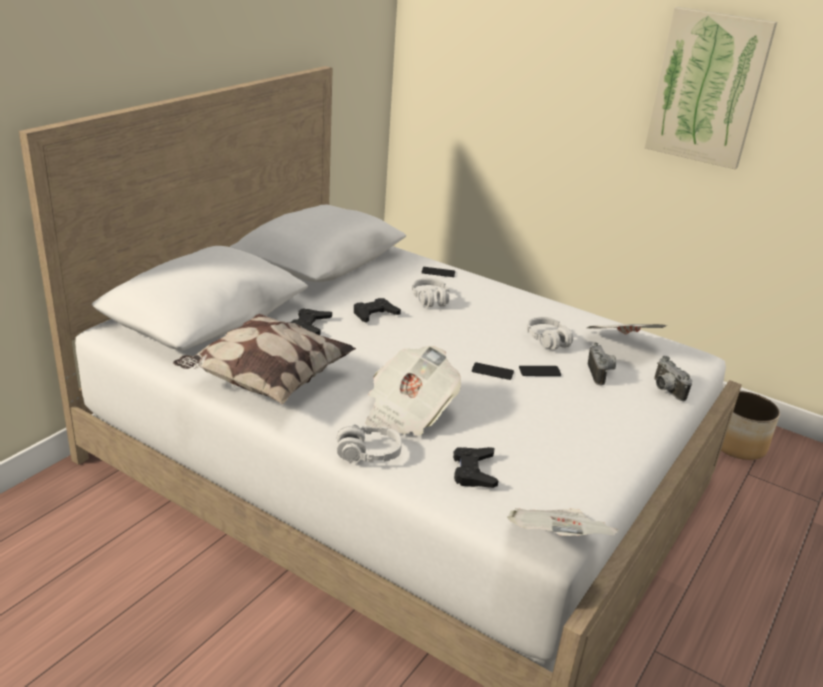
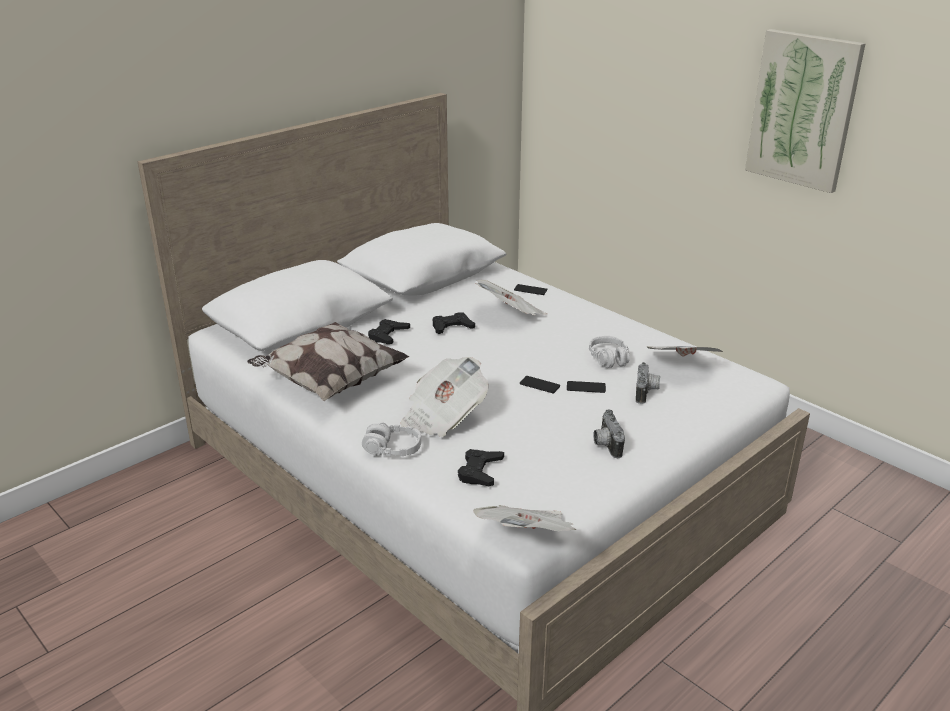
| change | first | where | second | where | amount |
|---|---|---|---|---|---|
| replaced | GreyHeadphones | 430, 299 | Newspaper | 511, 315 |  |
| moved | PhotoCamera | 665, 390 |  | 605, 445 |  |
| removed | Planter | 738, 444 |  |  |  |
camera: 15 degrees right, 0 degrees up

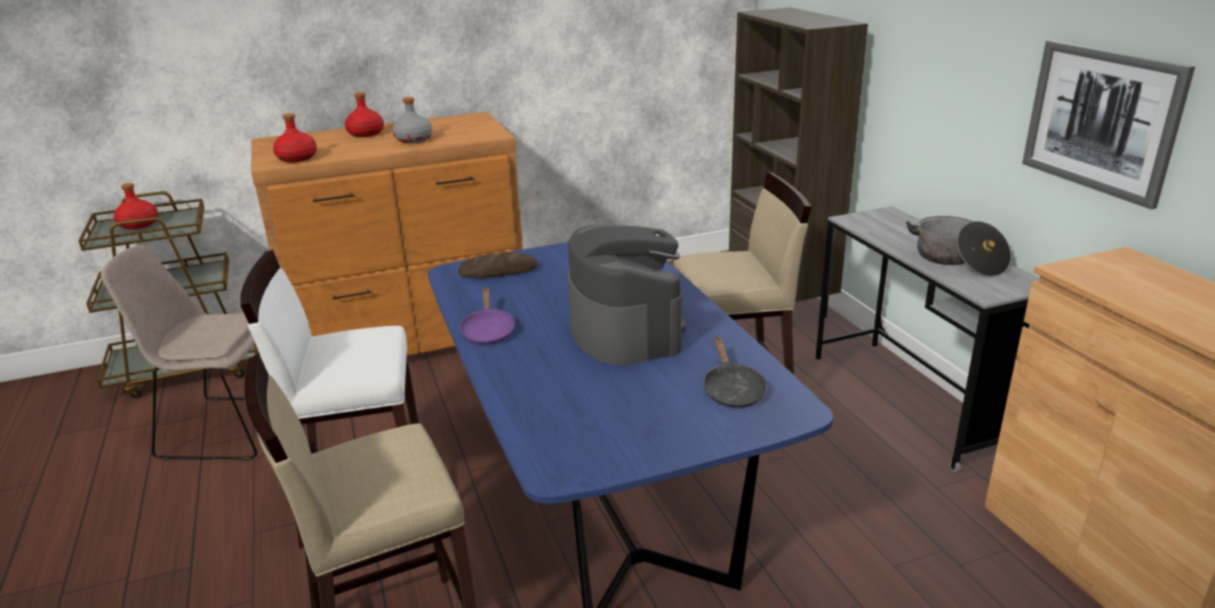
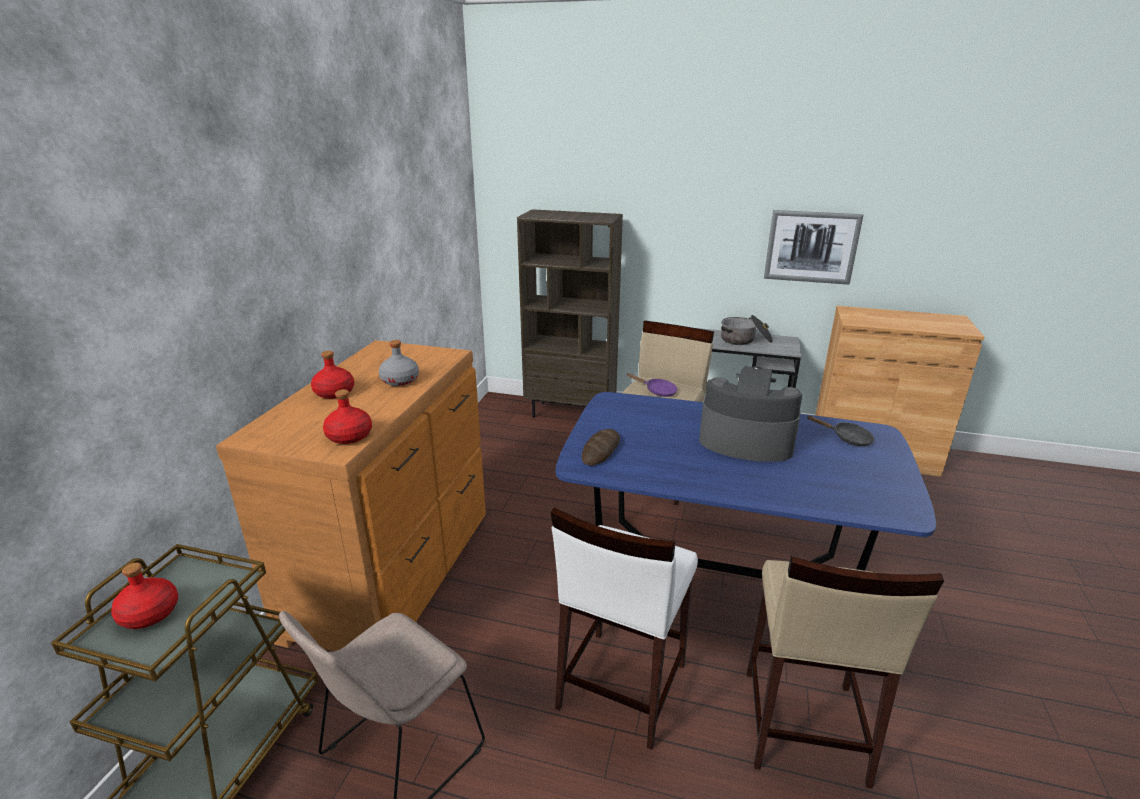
| change | first | where | second | where | amount |
|---|---|---|---|---|---|
| moved | PurpleFryingPan | 488, 331 |  | 657, 391 |  |
camera: 55 degrees left, 0 degrees up

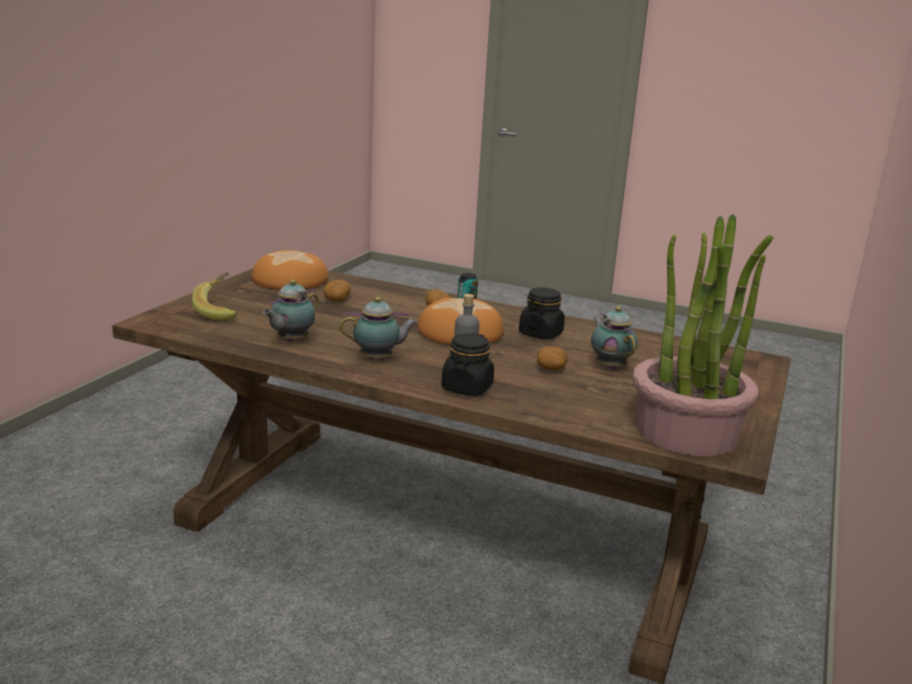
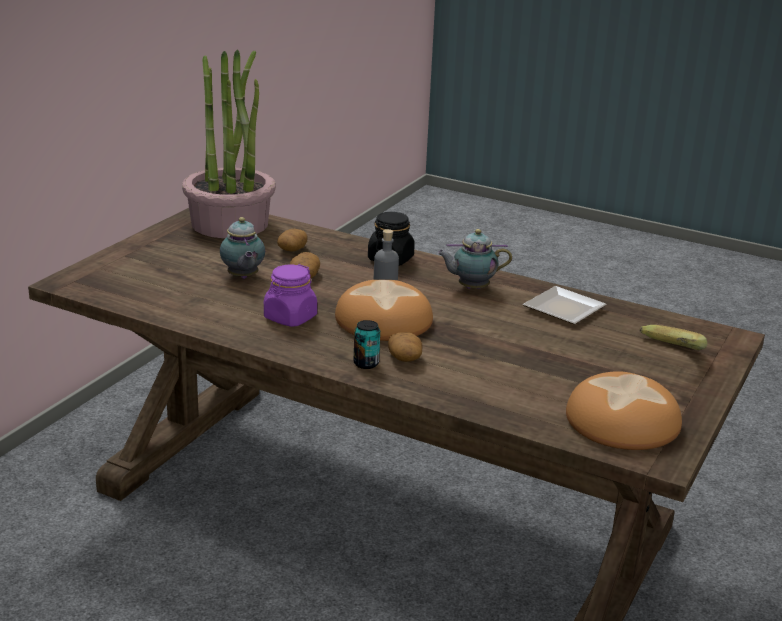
| change | first | where | second | where | amount |
|---|---|---|---|---|---|
| replaced | Teapot | 291, 340 | Plate | 564, 311 |  |
| moved | Potato | 337, 299 |  | 292, 249 |  |
| recoloured | BlackJar | 540, 333 | PurpleJar | 290, 318 |  |
camera: 175 degrees left, 5 degrees up

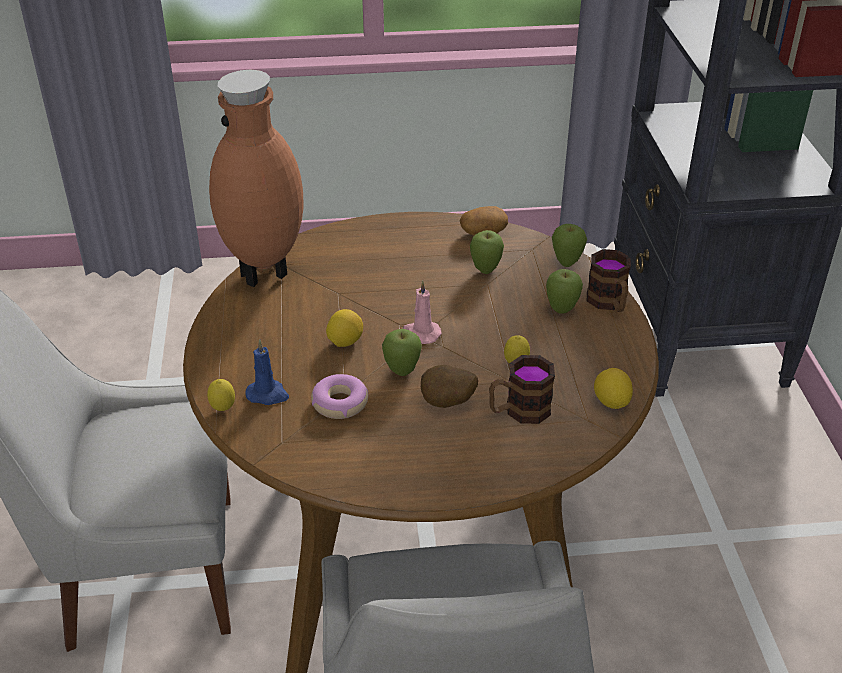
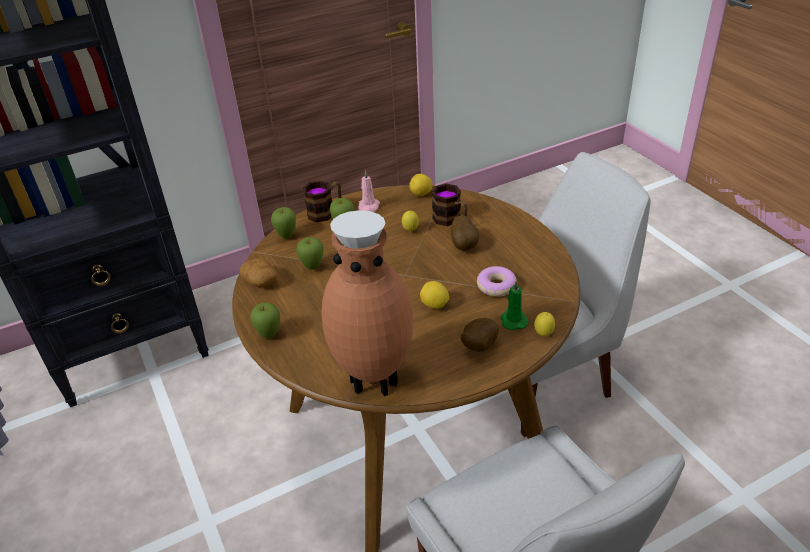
| change | first | where | second | where | amount |
|---|---|---|---|---|---|
| recoloured | BlueCandle | 268, 394 | GreenCandle | 513, 320 |  |
| moved | Apple | 402, 373 |  | 269, 335 |  |
| moved | PinkCandle | 421, 333 |  | 368, 207 |  |
| added |  |  | Potato | 478, 347 |  |
camera: 110 degrees left, 0 degrees up

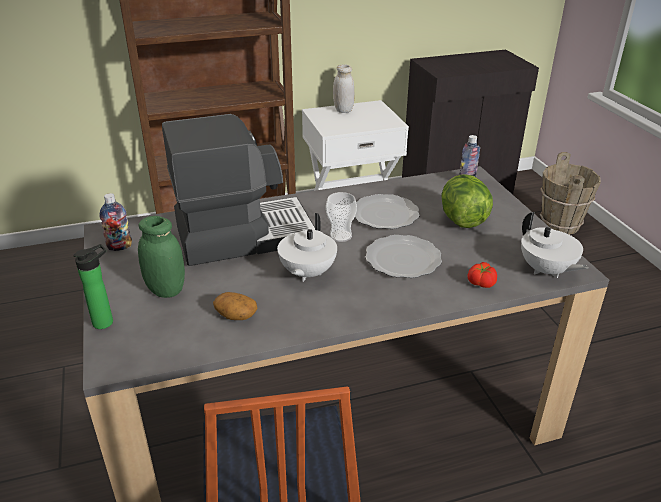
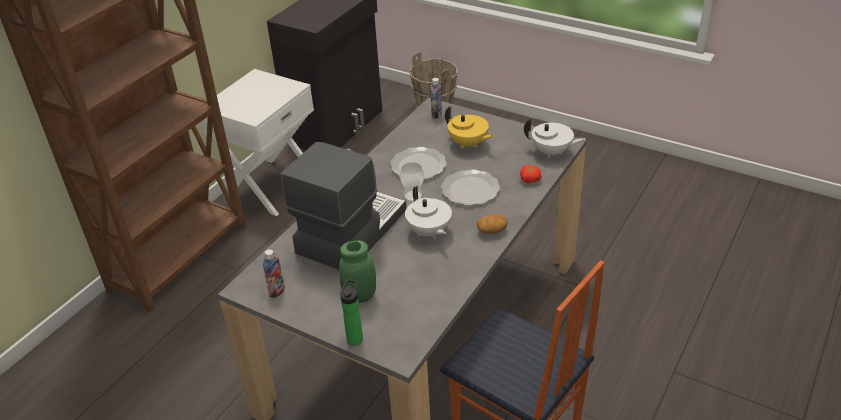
| change | first | where | second | where | amount |
|---|---|---|---|---|---|
| moved | Potato | 235, 315 |  | 492, 230 |  |
| removed | WhiteJar | 343, 110 |  |  |  |
| replaced | Lettuce | 462, 219 | YellowTeapot | 468, 144 |  |
camera: 40 degrees left, 5 degrees up

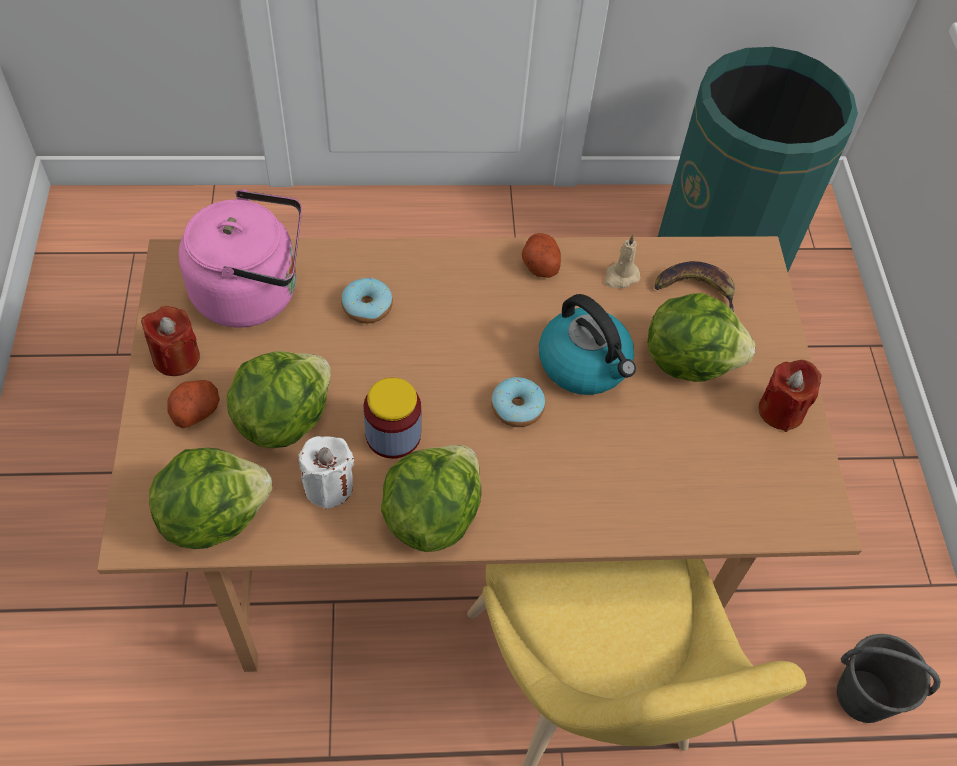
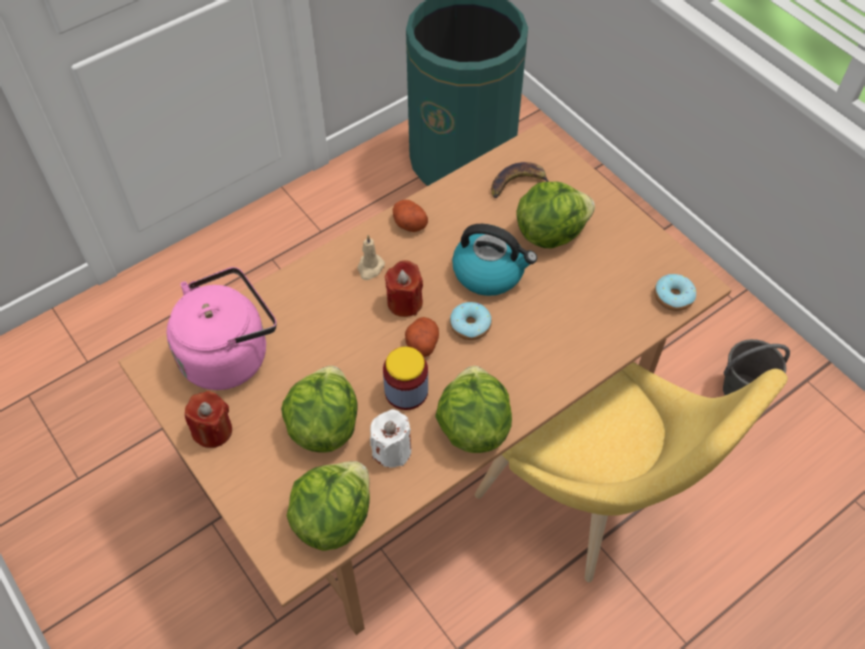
| change | first | where | second | where | amount |
|---|---|---|---|---|---|
| moved | Potato | 195, 410 |  | 421, 343 |  |
| moved | Donut | 367, 307 |  | 673, 297 |  |
| moved | BeigeCandle | 620, 277 |  | 370, 268 |  |
| moved | RedCandle | 781, 411 |  | 404, 302 |  |
camera: 30 degrees left, 0 degrees up

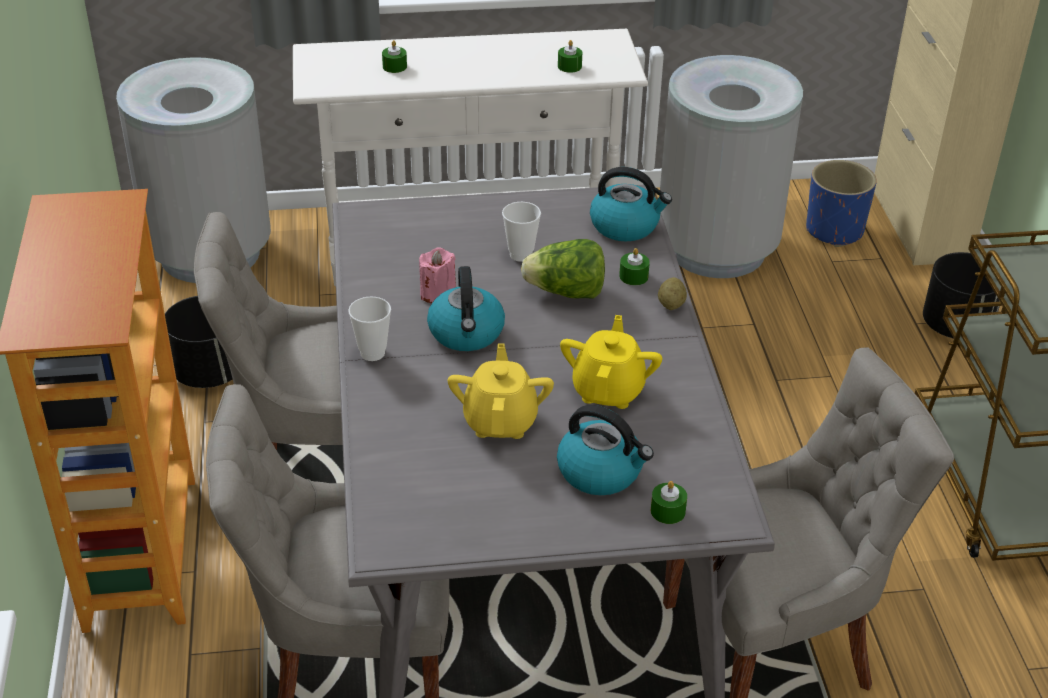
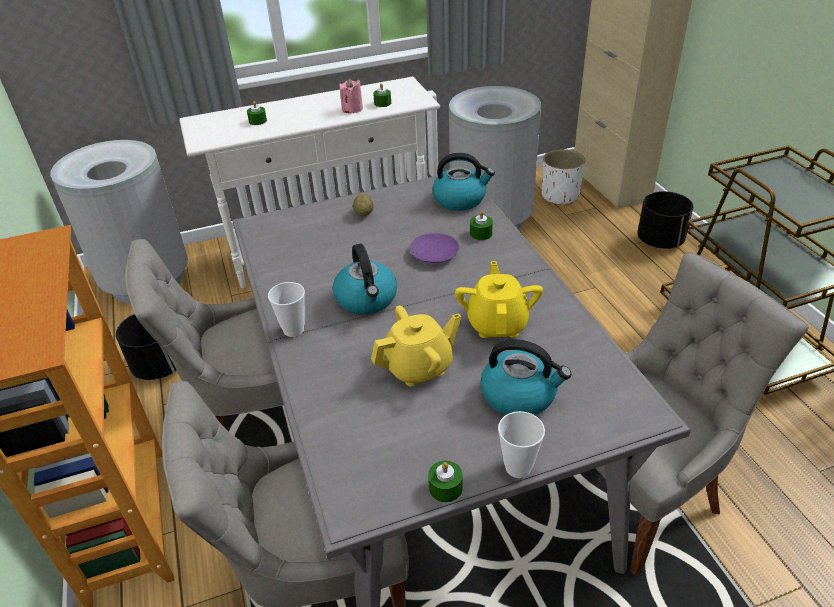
| change | first | where | second | where | amount |
|---|---|---|---|---|---|
| moved | PinkCandle | 438, 294 |  | 352, 109 |  |
| turned | YellowTeapot | 500, 421 |  | 419, 367 | 75 degrees clockwise |
| moved | Cup | 520, 255 |  | 518, 467 |  |
| replaced | Lettuce | 566, 292 | PurplePlate | 434, 254 |  |
| moved | GreenCandle | 667, 511 |  | 445, 488 |  |
| moved | Potato | 671, 305 |  | 364, 213 |  |
| recoloured | BluePlanter | 835, 231 | WhitePlanter | 560, 196 |  |
camera: 10 degrees left, 0 degrees up

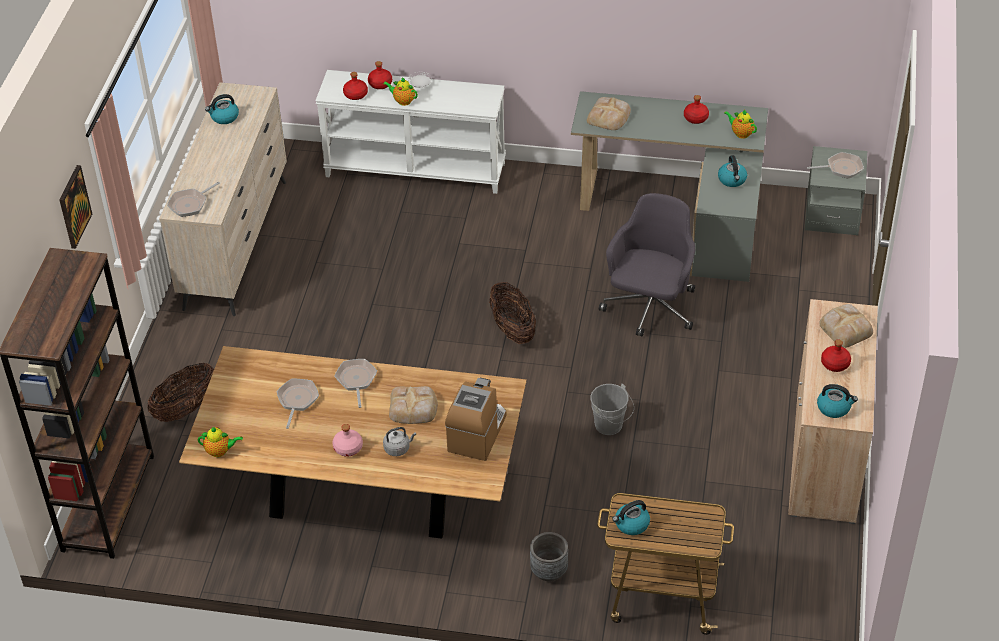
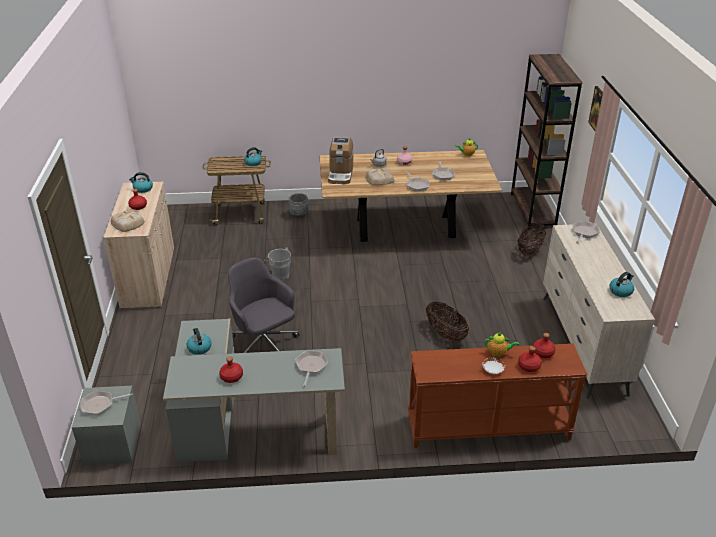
| change | first | where | second | where | amount |
|---|---|---|---|---|---|
| recoloured | WhiteConsoleTable | 416, 169 | BrownConsoleTable | 488, 428 |  |
| moved | Basket | 512, 329 |  | 445, 333 |  |
| replaced | Bread | 609, 116 | FryingPan | 311, 367 |  |
| turned | GreyOfficeChair | 650, 308 |  | 264, 344 | 135 degrees clockwise |
| removed | Teapot | 740, 133 |  |  |  |
camera: 165 degrees right, 10 degrees down

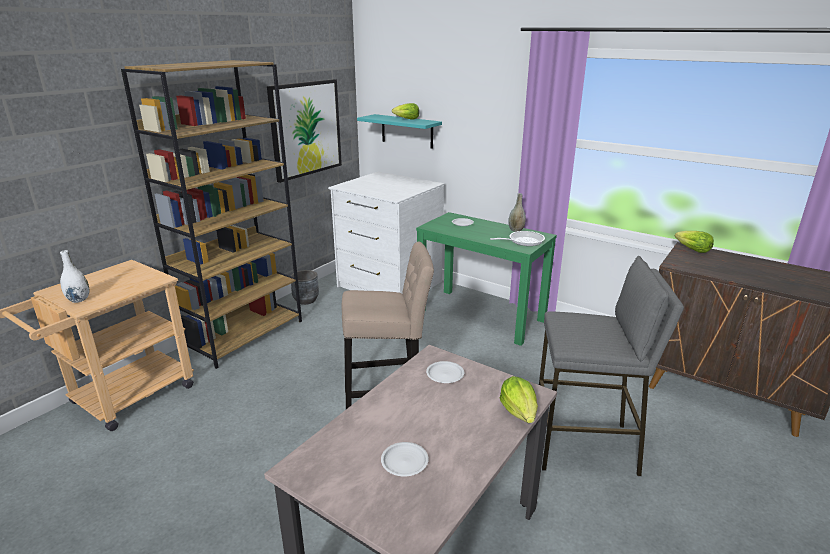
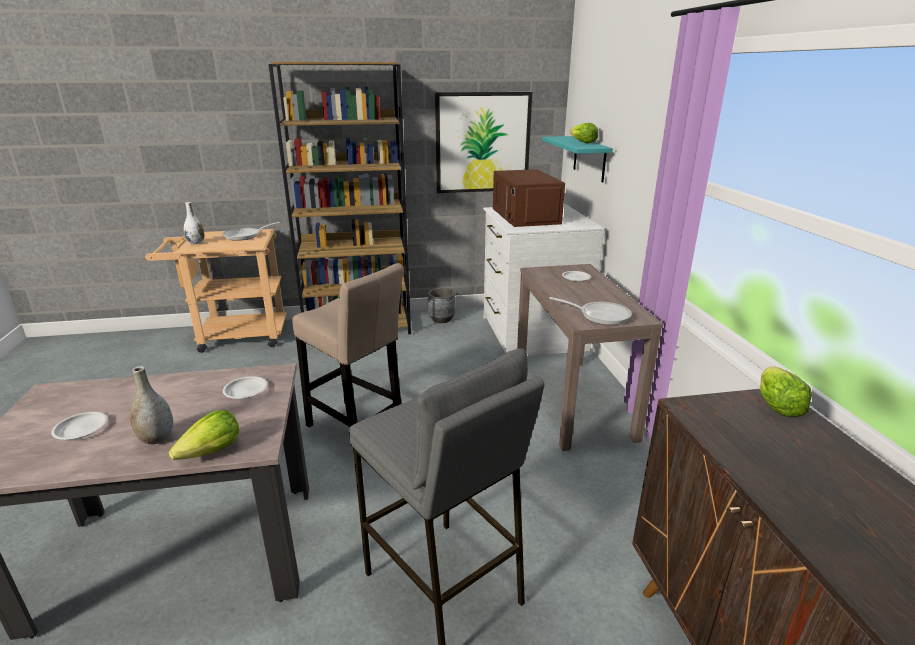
| change | first | where | second | where | amount |
|---|---|---|---|---|---|
| recoloured | GreenConsoleTable | 481, 315 | BrownConsoleTable | 572, 400 |  |
| moved | GreyVase | 516, 230 |  | 157, 438 |  |
| added |  |  | FryingPan | 245, 236 |  |
| added |  |  | BrownMicrowave | 525, 216 |  |
camera: 45 degrees right, 0 degrees up

